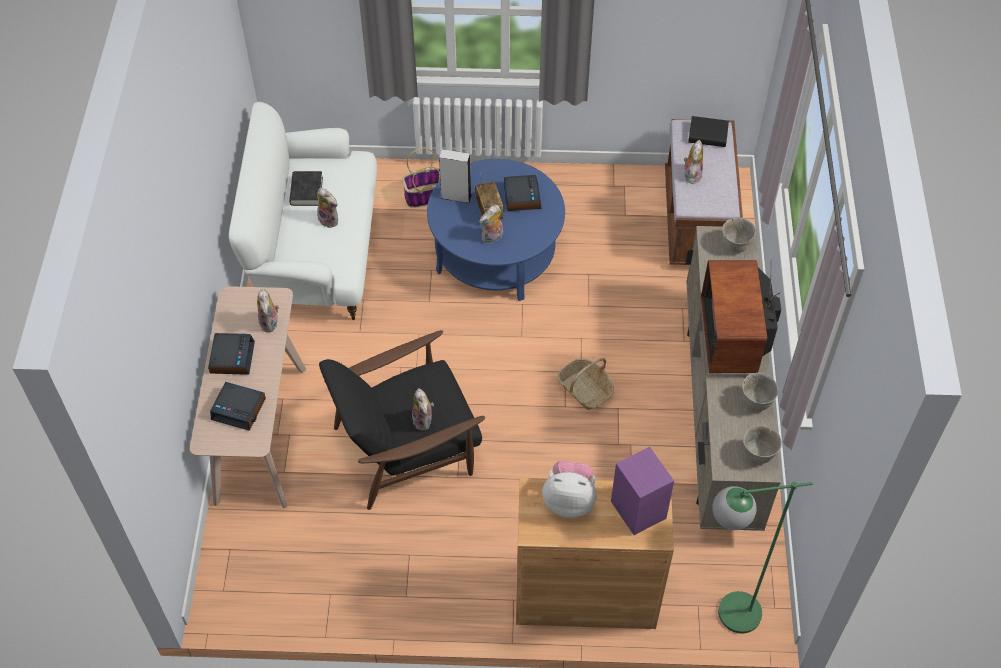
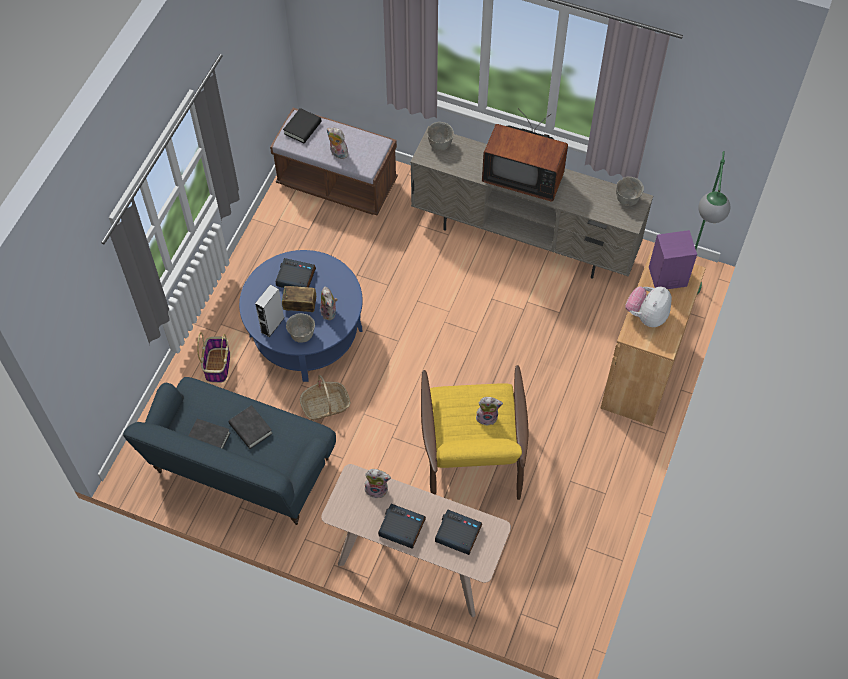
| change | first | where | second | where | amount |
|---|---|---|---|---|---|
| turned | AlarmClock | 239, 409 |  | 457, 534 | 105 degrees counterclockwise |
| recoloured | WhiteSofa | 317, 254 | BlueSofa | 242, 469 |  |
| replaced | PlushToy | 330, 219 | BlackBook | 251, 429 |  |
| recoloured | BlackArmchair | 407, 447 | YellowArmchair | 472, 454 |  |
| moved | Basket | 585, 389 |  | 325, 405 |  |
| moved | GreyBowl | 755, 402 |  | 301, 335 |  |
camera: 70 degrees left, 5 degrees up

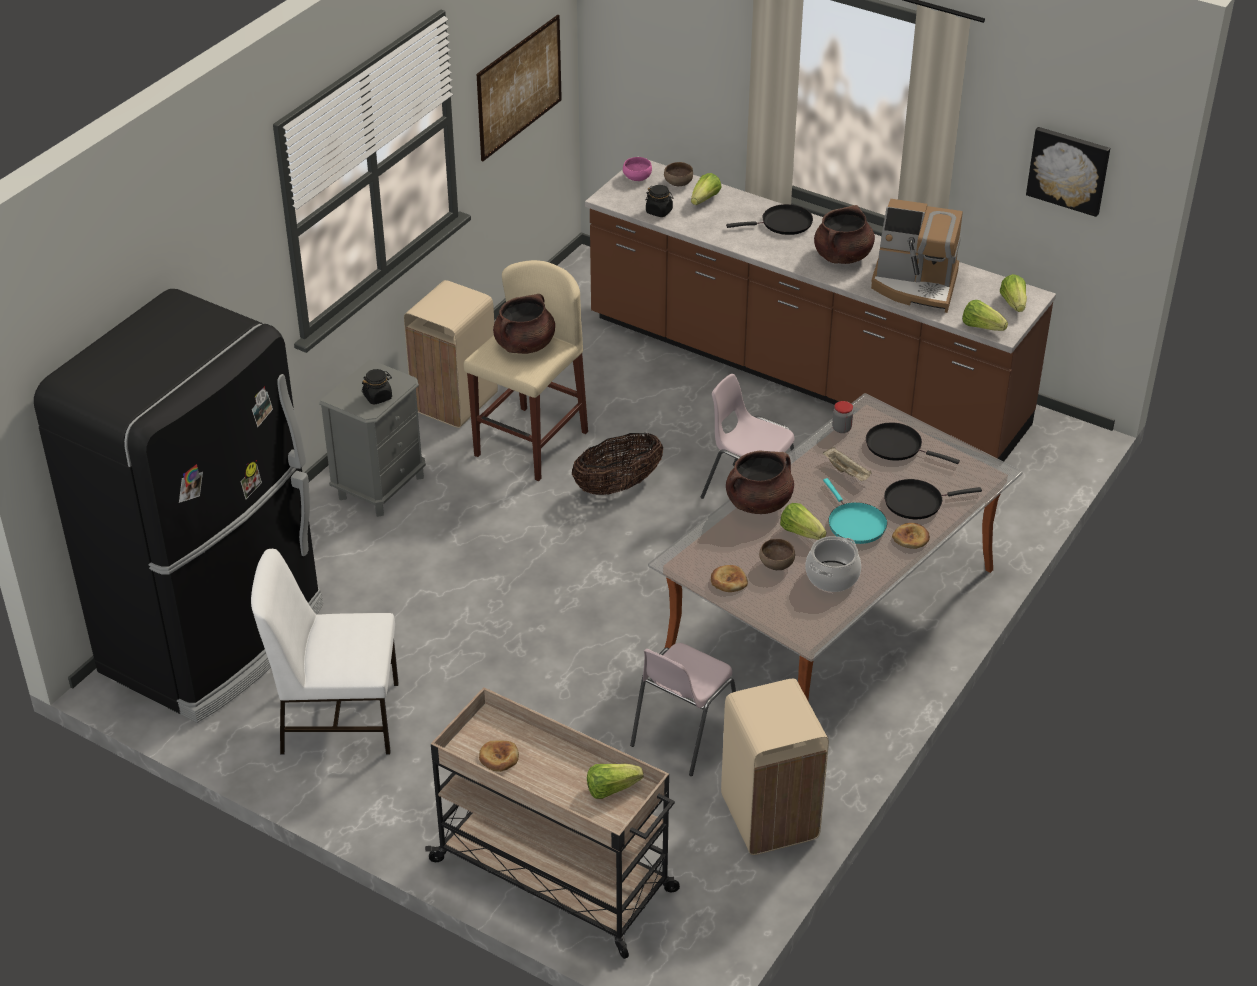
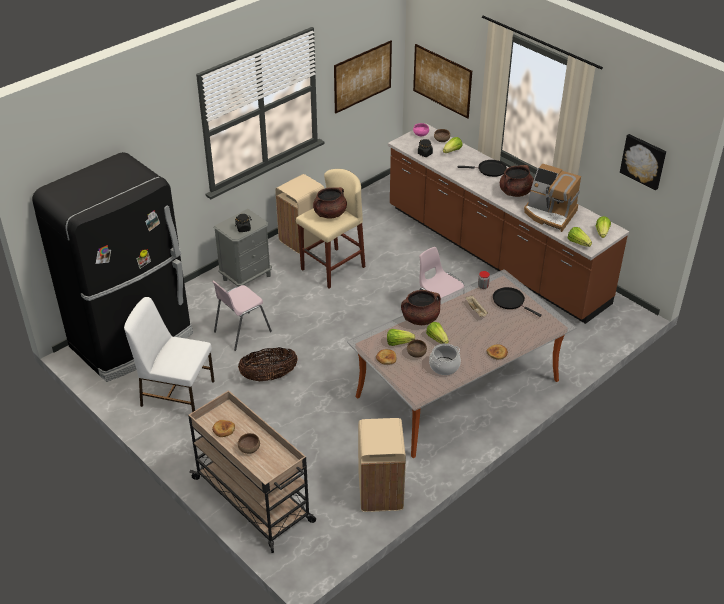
| change | first | where | second | where | amount |
|---|---|---|---|---|---|
| moved | Basket | 618, 486 |  | 269, 376 |  |
| moved | Lettuce | 611, 789 |  | 398, 342 |  |
| moved | PinkChair | 683, 734 |  | 241, 331 |  |
| removed | TurquoiseFryingPan | 854, 524 |  |  |  |
| removed | BlackFryingPan | 917, 502 |  |  |  |
| added |  |  | BrownBowl | 249, 449 |  |
| added |  |  | Picture | 442, 80 |  |
camera: 15 degrees right, 0 degrees up

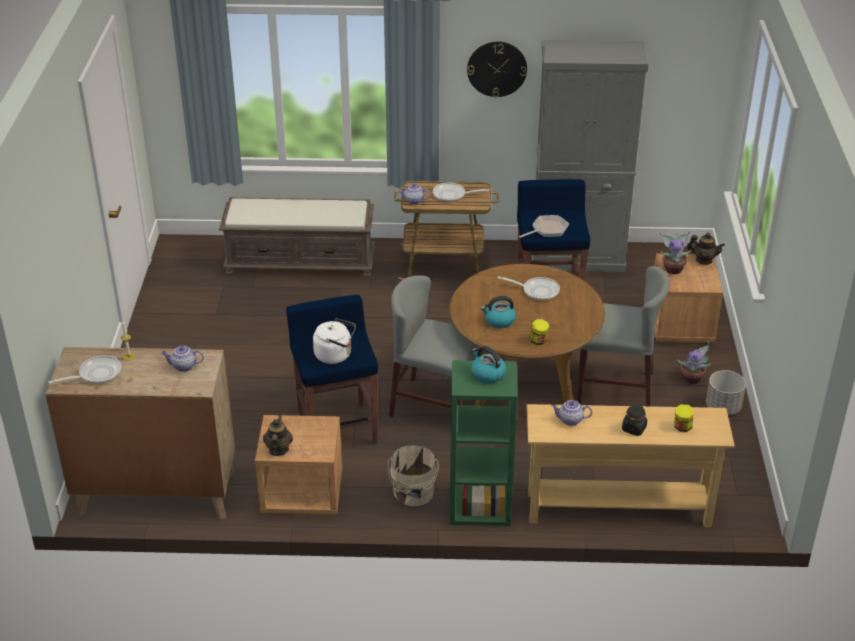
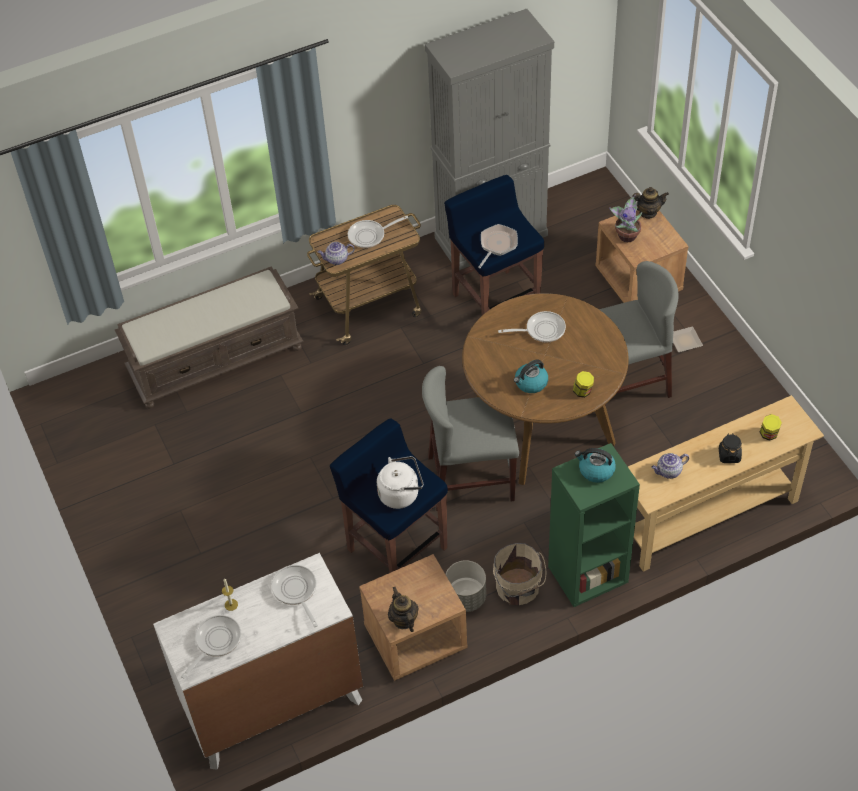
| change | first | where | second | where | amount |
|---|---|---|---|---|---|
| recoloured | BrownDresser | 156, 493 | WhiteDresser | 273, 706 |  |
| replaced | Teapot | 183, 366 | FryingPan | 296, 591 |  |
| removed | WallClock | 497, 69 |  |  |  |
| replaced | PottedPlant | 693, 379 | Plate | 686, 341 |  |
| moved | GreyPlanter | 723, 407 |  | 466, 598 |  |
camera: 25 degrees left, 15 degrees up

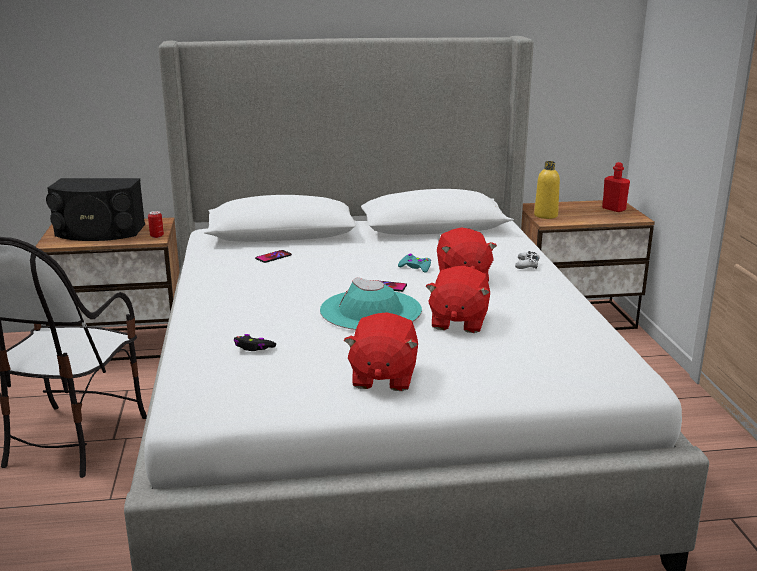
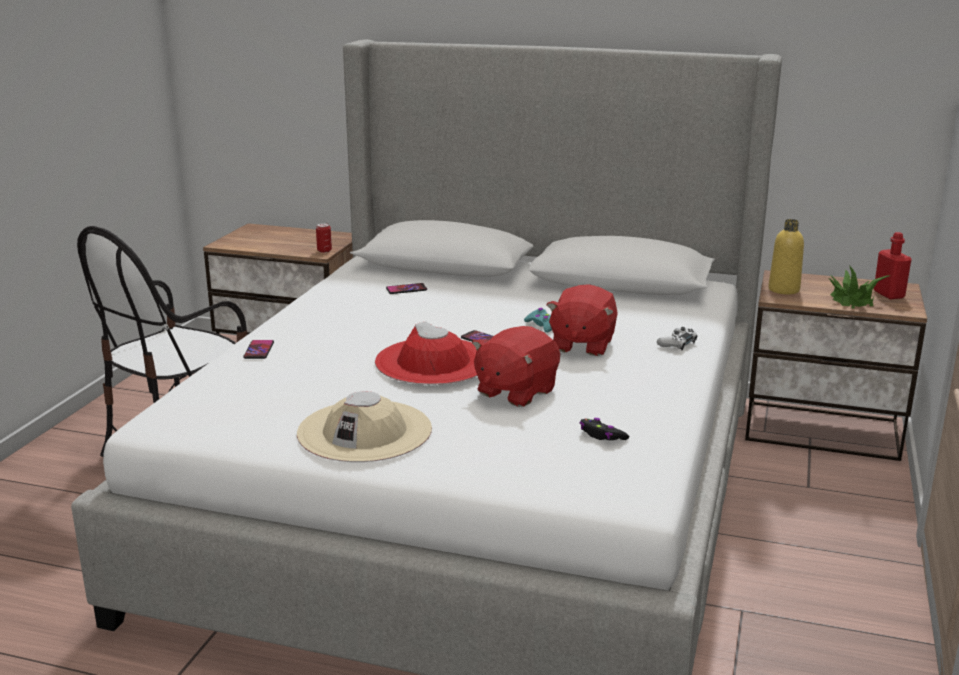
| change | first | where | second | where | amount |
|---|---|---|---|---|---|
| removed | BlackSpeaker | 98, 232 |  |  |  |
| moved | BlackGameController | 253, 348 |  | 602, 436 |  |
| recoloured | TurquoiseHat | 371, 310 | RedHat | 433, 362 |  |
| replaced | RedPlushToy | 382, 377 | BeigeHat | 365, 431 |  |
| added |  |  | Phone | 259, 350 |  |
| added |  |  | PottedPlant | 852, 300 |  |
camera: 25 degrees right, 0 degrees up

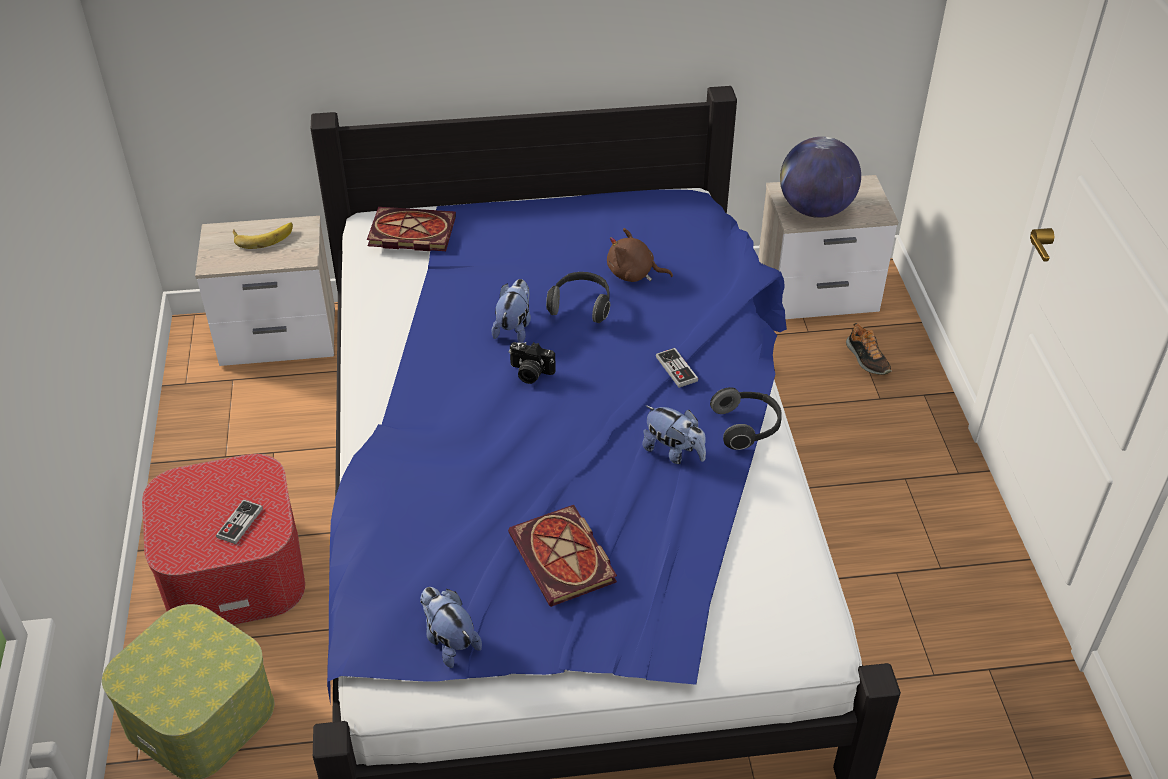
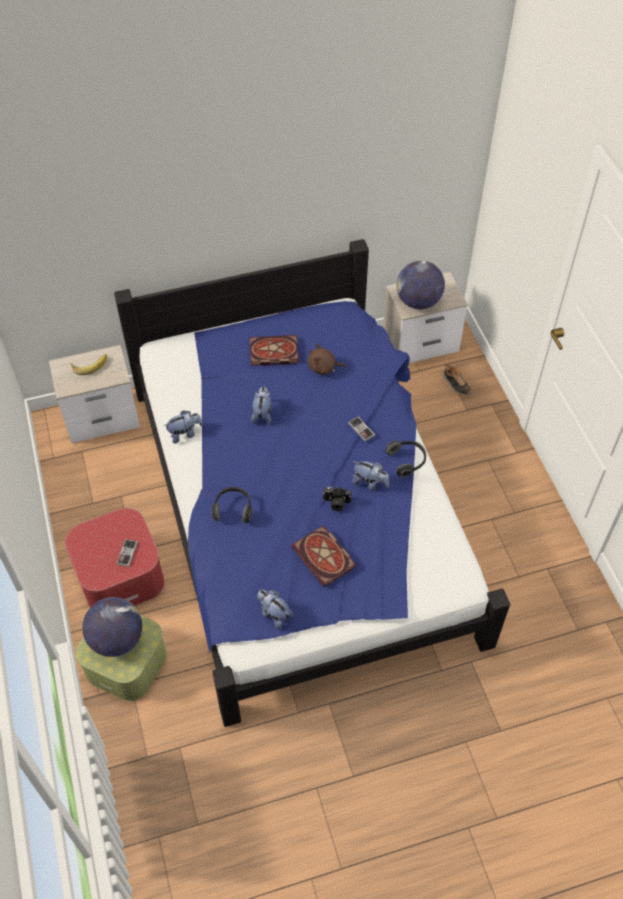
| change | first | where | second | where | amount |
|---|---|---|---|---|---|
| moved | Book | 409, 233 |  | 272, 352 |  |
| moved | PhotoCamera | 530, 373 |  | 336, 503 |  |
| moved | Headphones | 581, 306 |  | 233, 509 |  |
| added |  |  | Globe | 116, 639 |  |
| added |  |  | PlushToy | 185, 434 |  |
camera: 10 degrees left, 10 degrees up

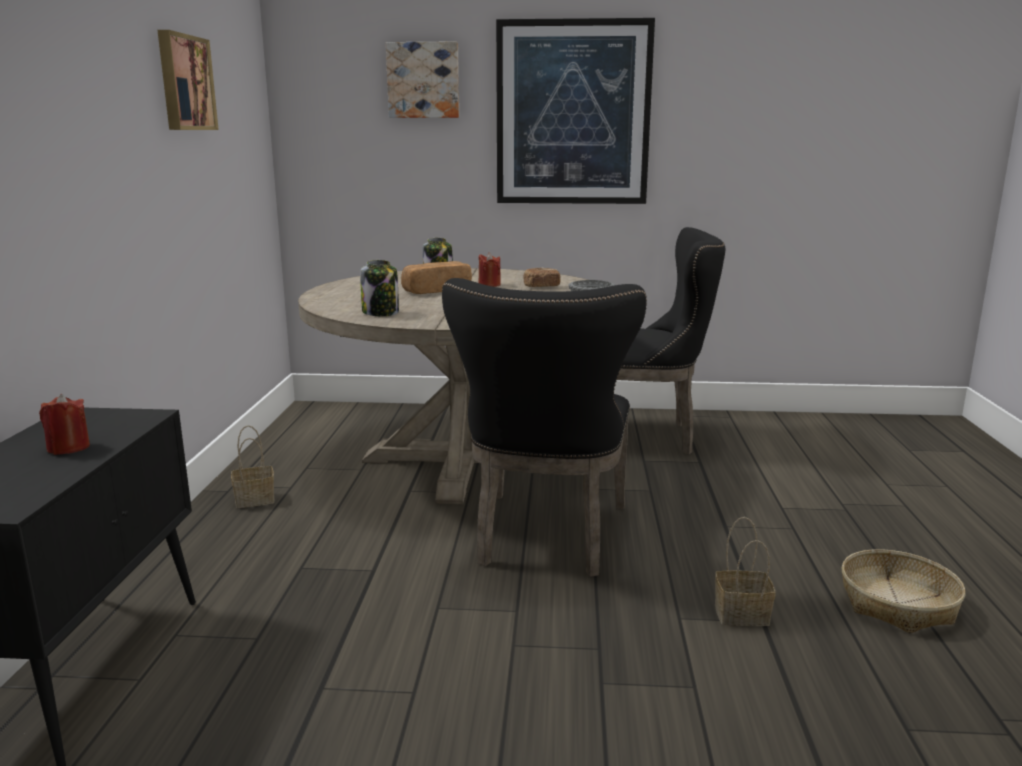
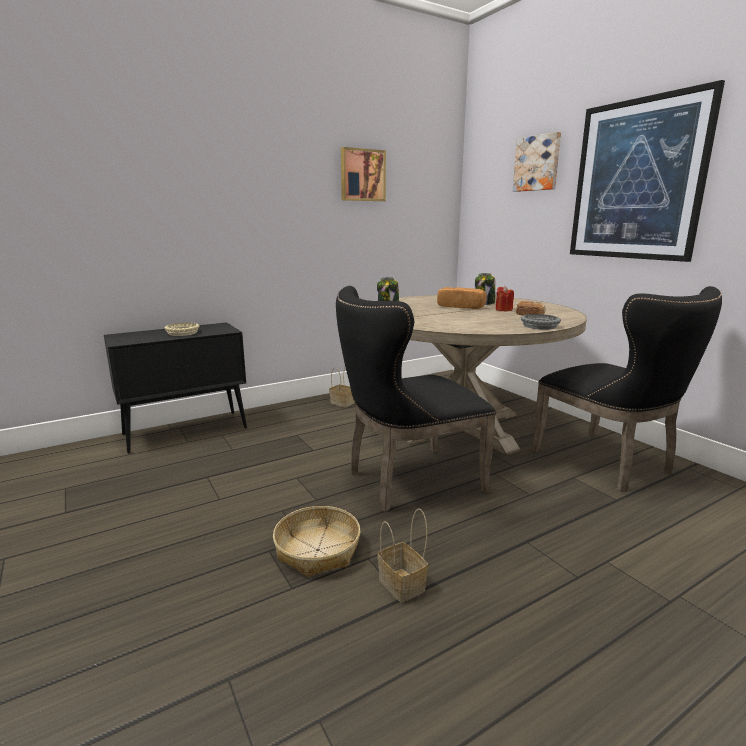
| change | first | where | second | where | amount |
|---|---|---|---|---|---|
| replaced | RedCandle | 68, 448 | BeigeBowl | 182, 333 |  |
| moved | Basket | 897, 604 |  | 317, 550 |  |
camera: 55 degrees right, 0 degrees up

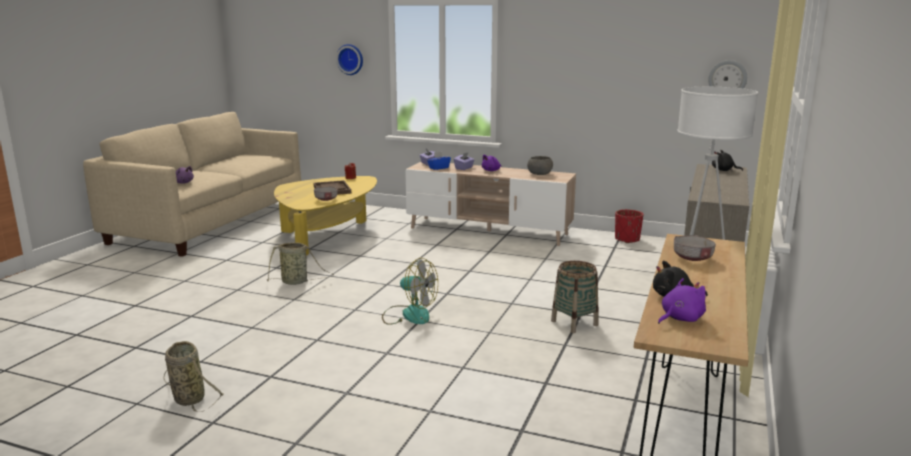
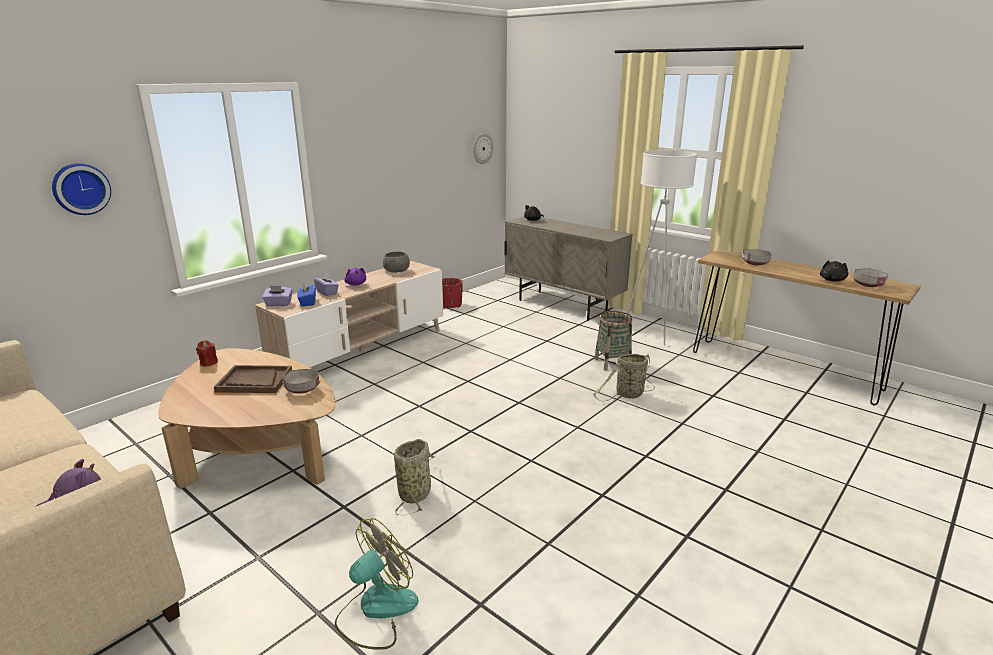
| change | first | where | second | where | amount |
|---|---|---|---|---|---|
| moved | Basket | 188, 398 |  | 627, 395 |  |
| recoloured | YellowCoffeeTable | 327, 236 | BrownCoffeeTable | 257, 450 |  |
| moved | Fan | 409, 314 |  | 376, 610 |  |
| replaced | PurplePlushToy | 680, 318 | GreyBowl | 868, 285 |  |
camera: 70 degrees left, 5 degrees up

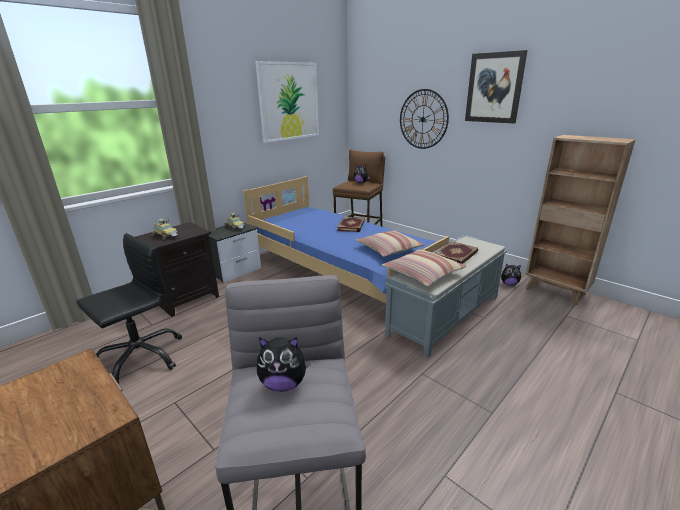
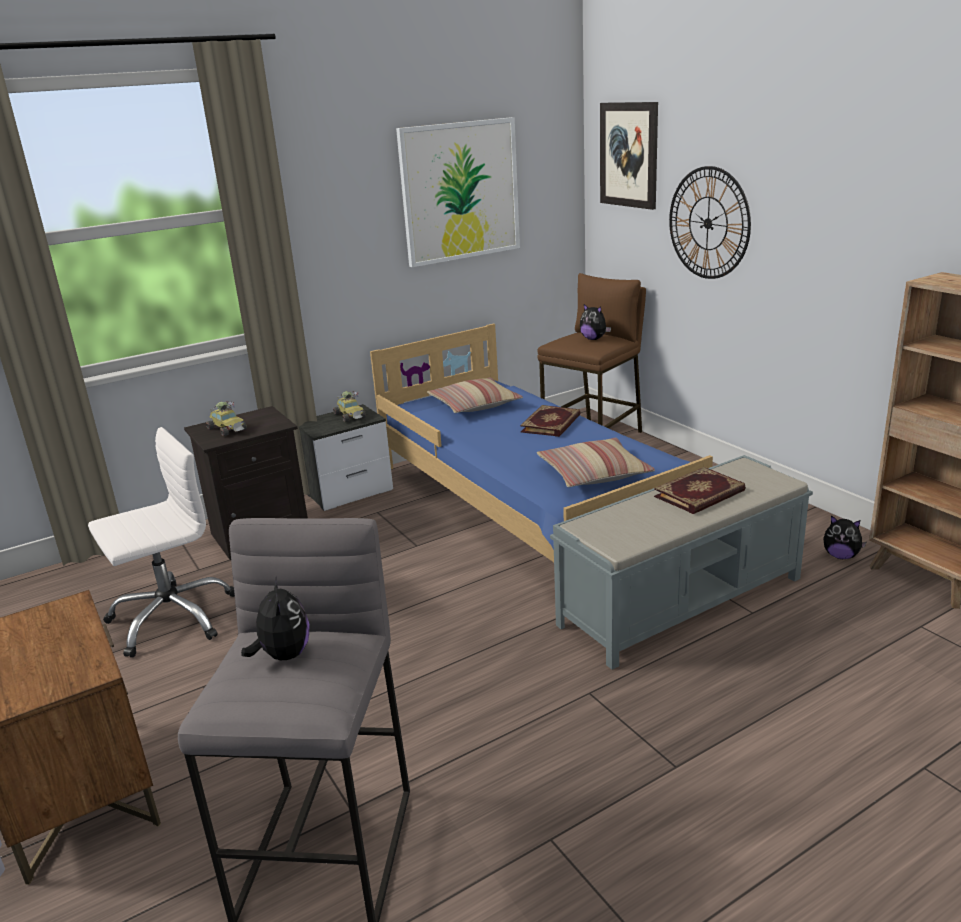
| change | first | where | second | where | amount |
|---|---|---|---|---|---|
| recoloured | BlackOfficeChair | 140, 357 | WhiteOfficeChair | 172, 617 |  |
| turned | PlushToy | 284, 384 |  | 283, 655 | 120 degrees counterclockwise |
| moved | Pillow | 423, 274 |  | 474, 405 |  |
| moved | Picture | 494, 88 |  | 629, 155 |  |
camera: 15 degrees right, 0 degrees up

